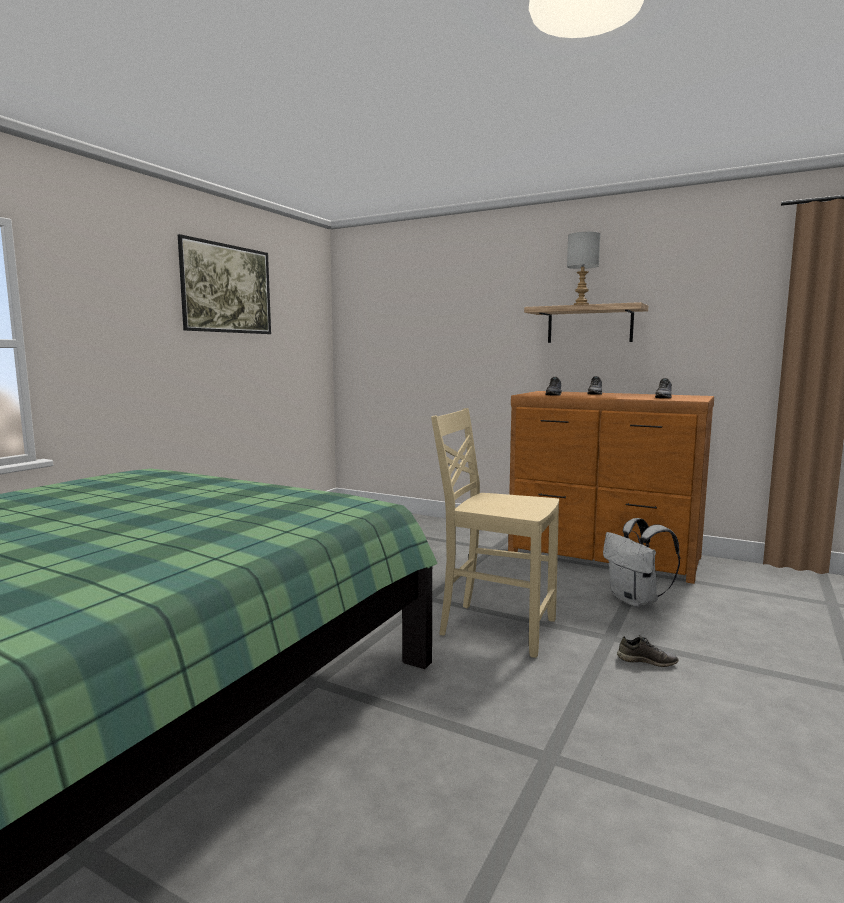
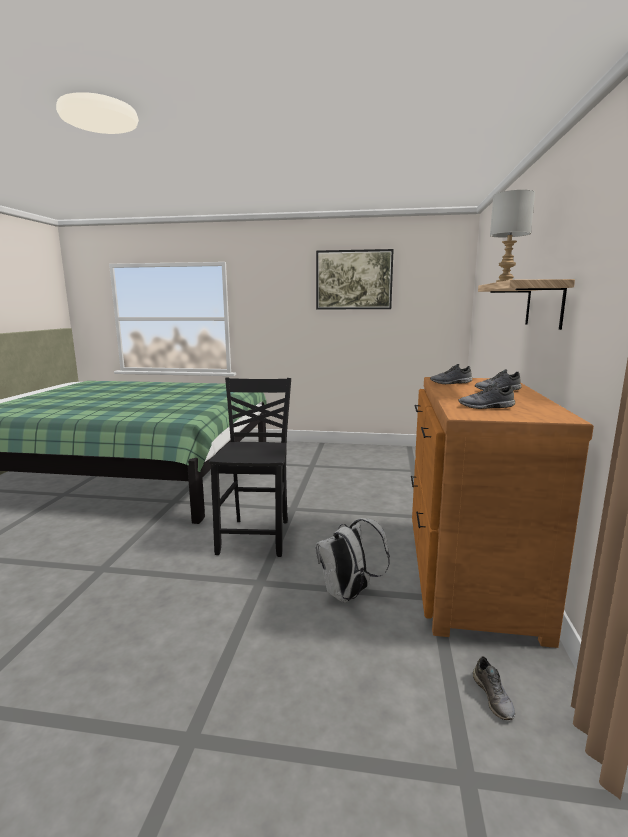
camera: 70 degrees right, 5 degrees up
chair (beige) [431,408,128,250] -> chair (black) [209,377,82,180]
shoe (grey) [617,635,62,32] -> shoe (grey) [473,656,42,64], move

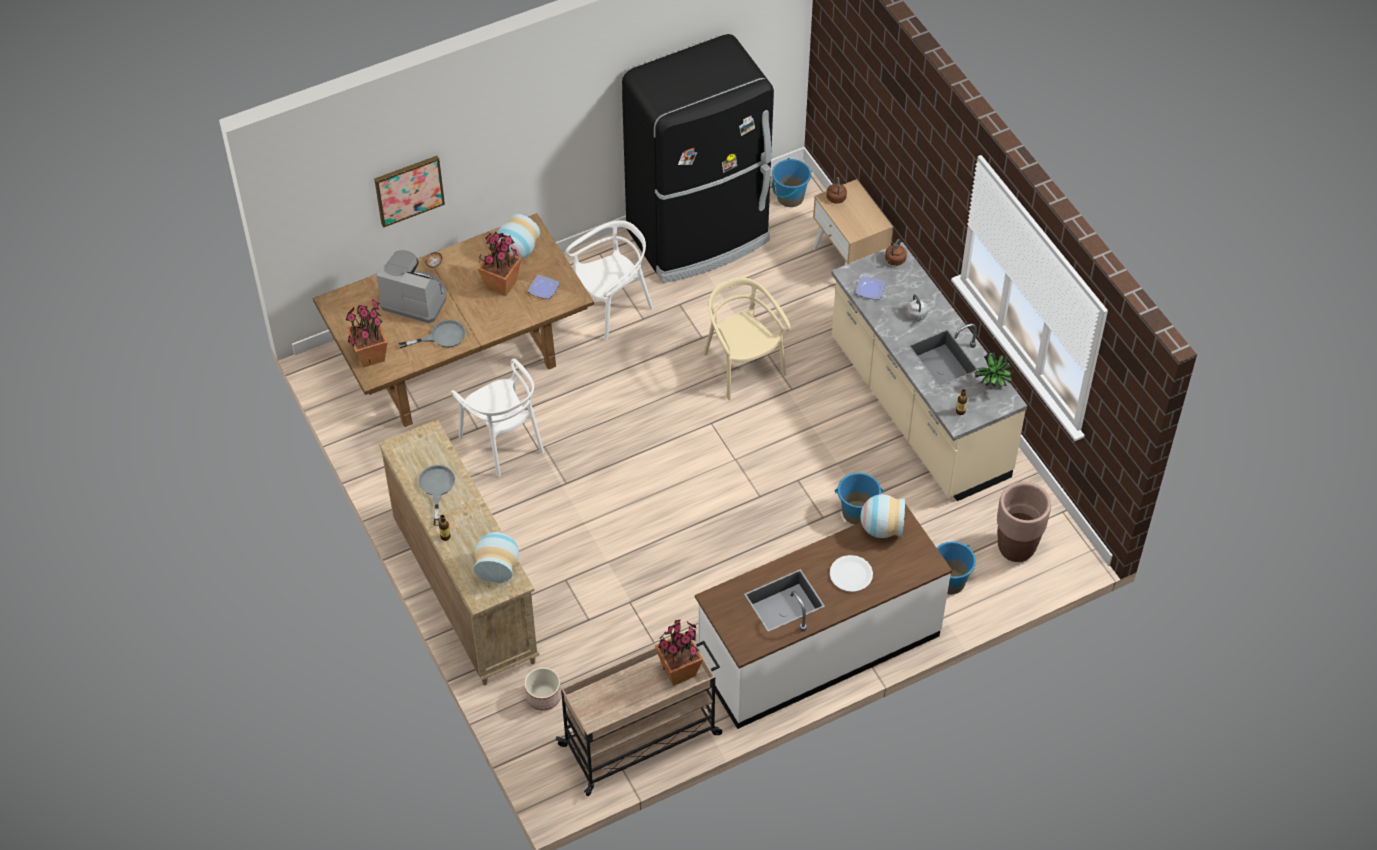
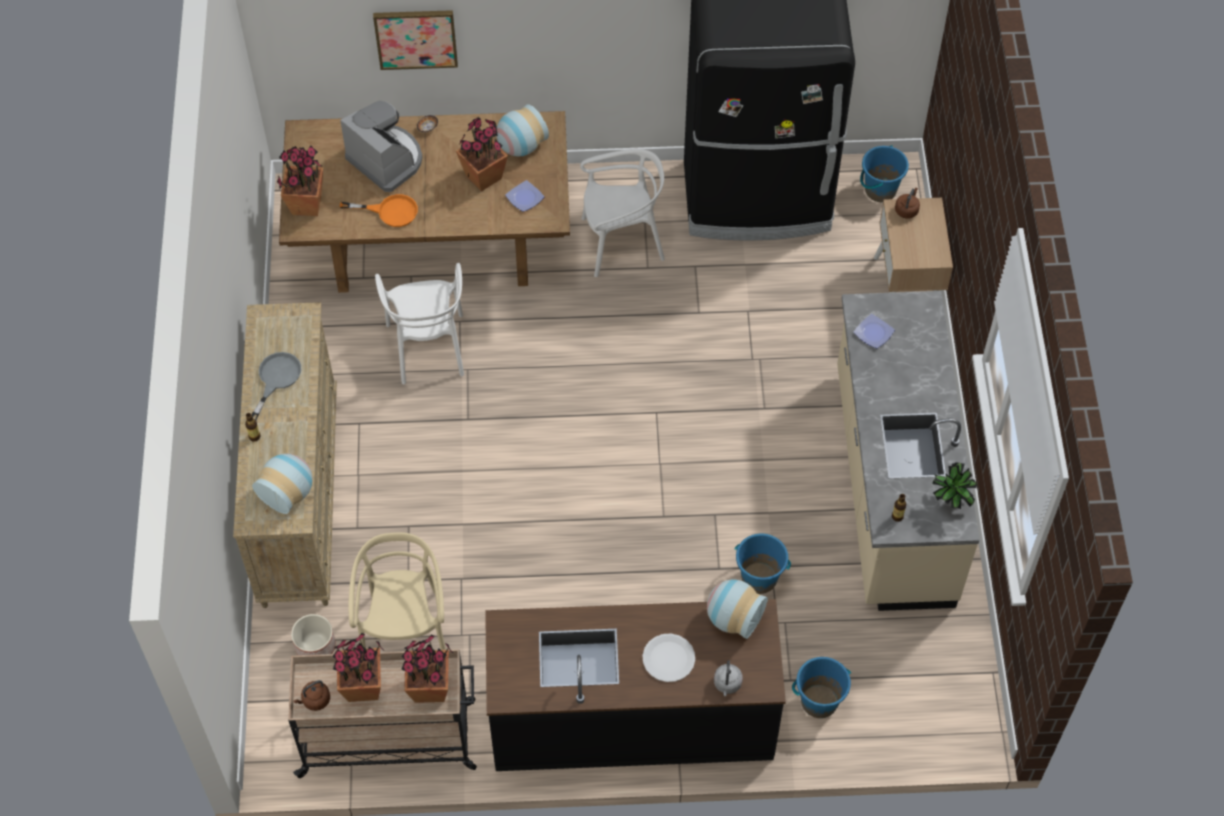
camera: 25 degrees right, 5 degrees up
frying pan (grey) [398,320,68,28] -> frying pan (orange) [340,194,78,33]
counter (white) [695,504,257,225] -> counter (black) [485,599,301,172]
chair (beige) [704,277,86,123] -> chair (beige) [348,532,98,118], move
kettle (brown) [885,239,22,27] -> kettle (brown) [294,680,36,31], move
kettle (grey) [906,294,22,27] -> kettle (grey) [714,660,29,36], move
planter (brown) [997,482,54,80] -> none
none -> potted plant [332,633,53,69]

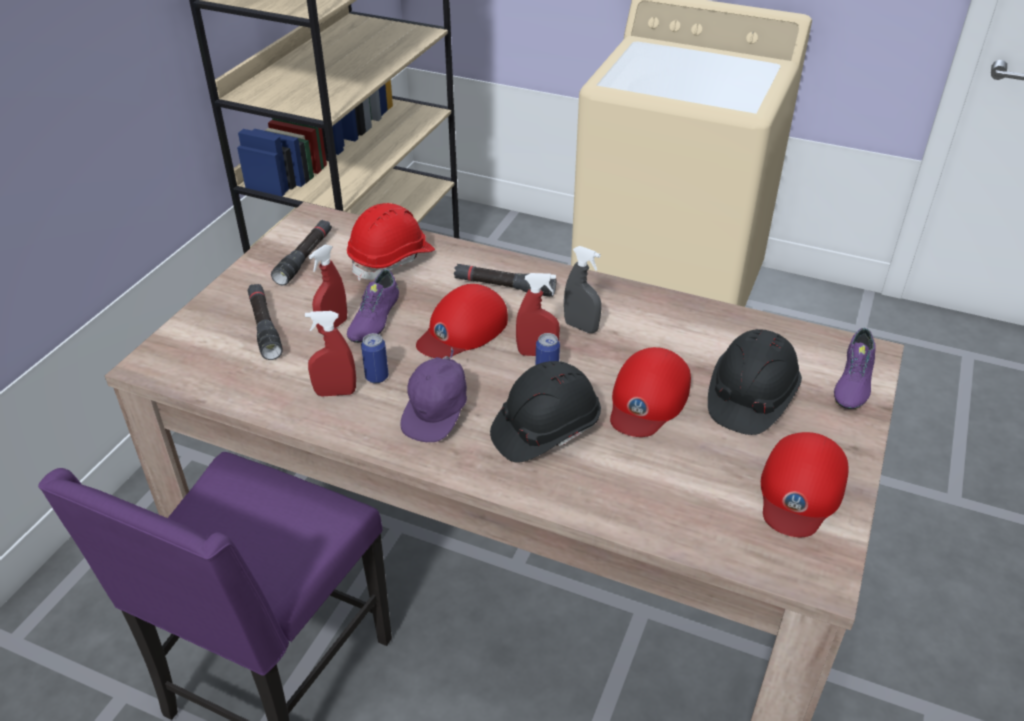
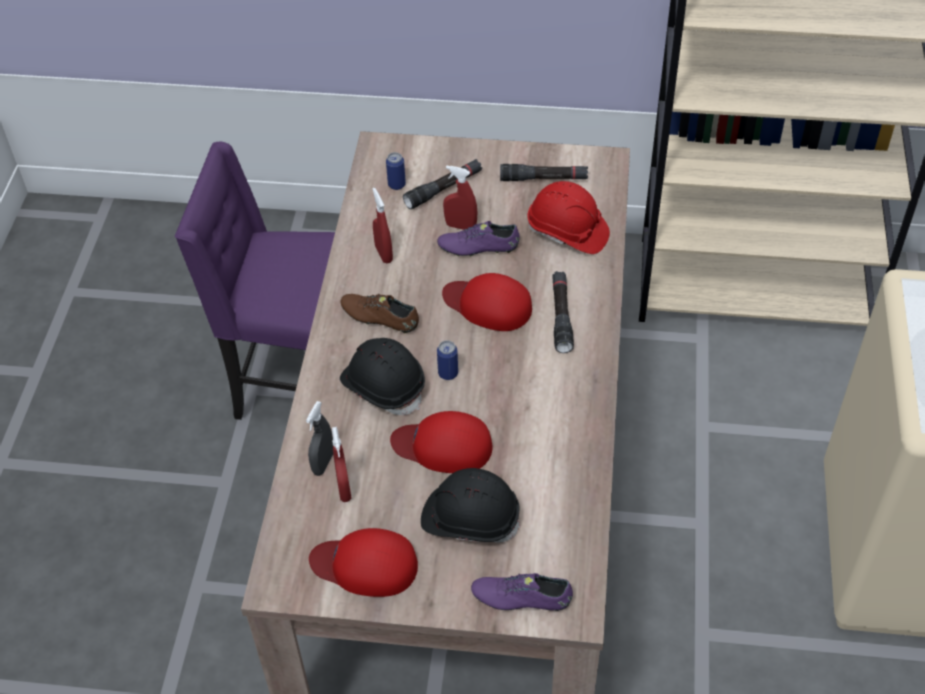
camera: 75 degrees right, 10 degrees up
can [361,333,28,50] -> can [386,152,20,38], move
cap (purple) [400,347,67,95] -> shoe (brown) [340,294,79,39]
spray bottle (red) [516,273,44,83] -> spray bottle (red) [332,427,19,75], move
spray bottle (grey) [564,246,37,87] -> spray bottle (grey) [306,401,27,75], move

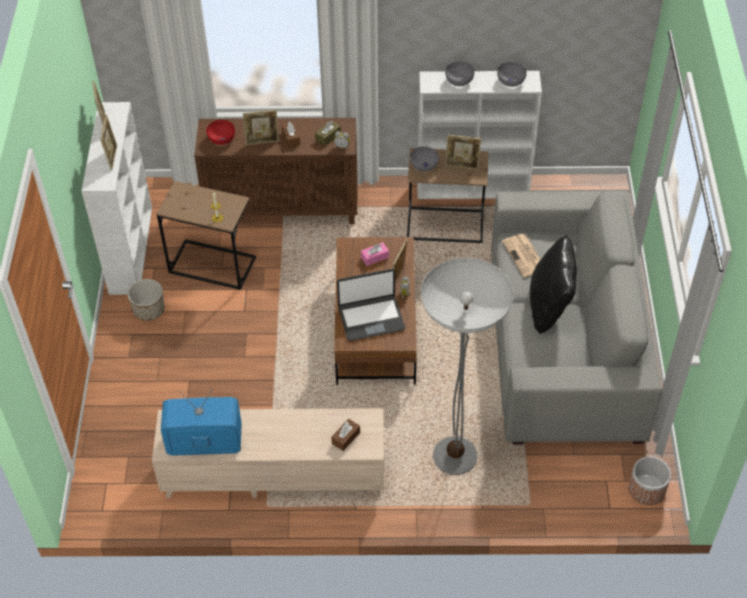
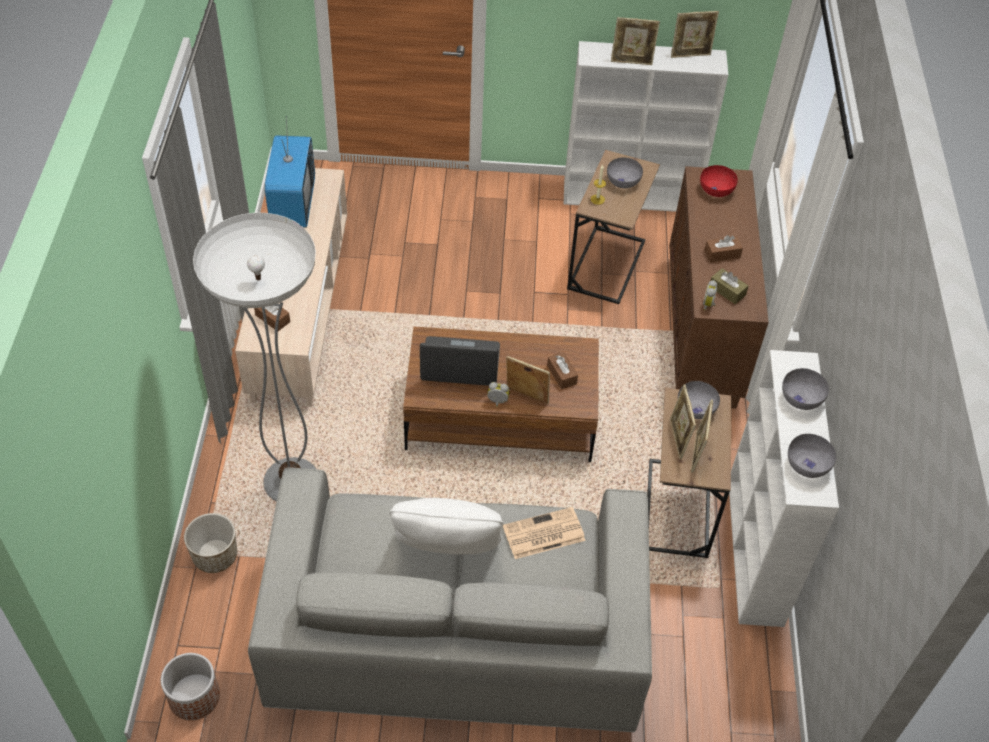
camera: 90 degrees right, 0 degrees up
planter [128,279,37,42] -> planter [184,513,53,60], move
picture frame [243,110,36,35] -> picture frame [670,384,26,75], move
laptop [337,269,68,72] -> laptop [420,336,80,50], 105 degrees clockwise
tissue box (pink) [361,242,28,24] -> tissue box (brown) [547,352,31,37]
pillow (black) [530,235,47,99] -> pillow (white) [389,498,115,56]
none -> bowl (grey) [607,158,36,30]

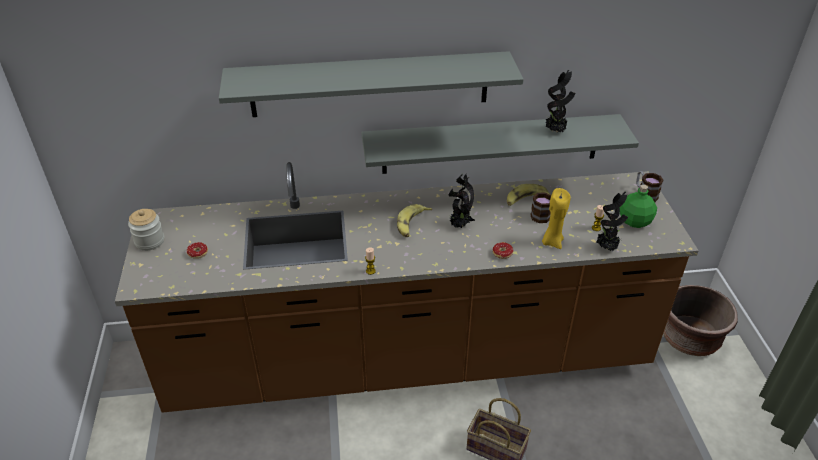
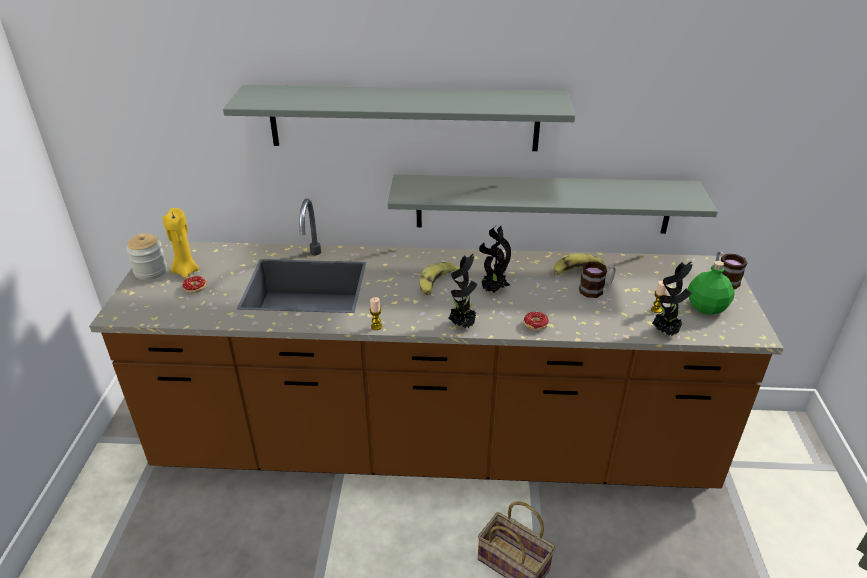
camera: 10 degrees right, 5 degrees down
candle (yellow) [542,188,29,61] -> candle (yellow) [162,208,37,70], move
potted plant [546,70,30,63] -> potted plant [448,253,30,76], move
planter (brown) [663,285,75,71] -> none

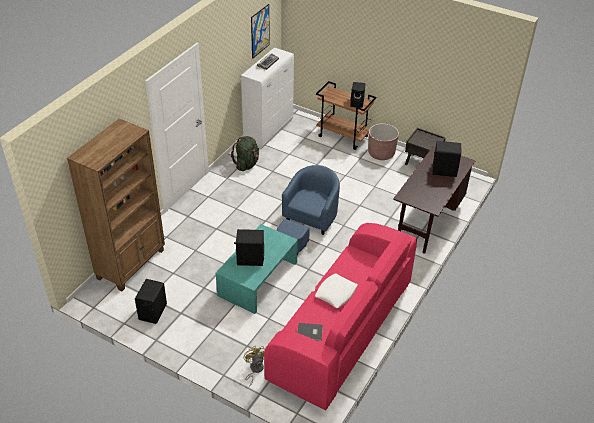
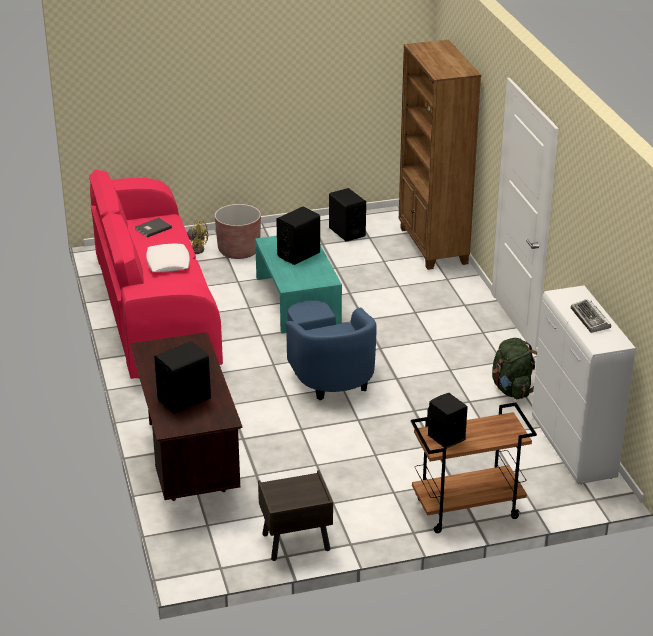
camera: 135 degrees right, 10 degrees down
picture [251,4,19,55] -> none
planter (brown) [368,123,31,37] -> planter (brown) [215,204,46,55], move

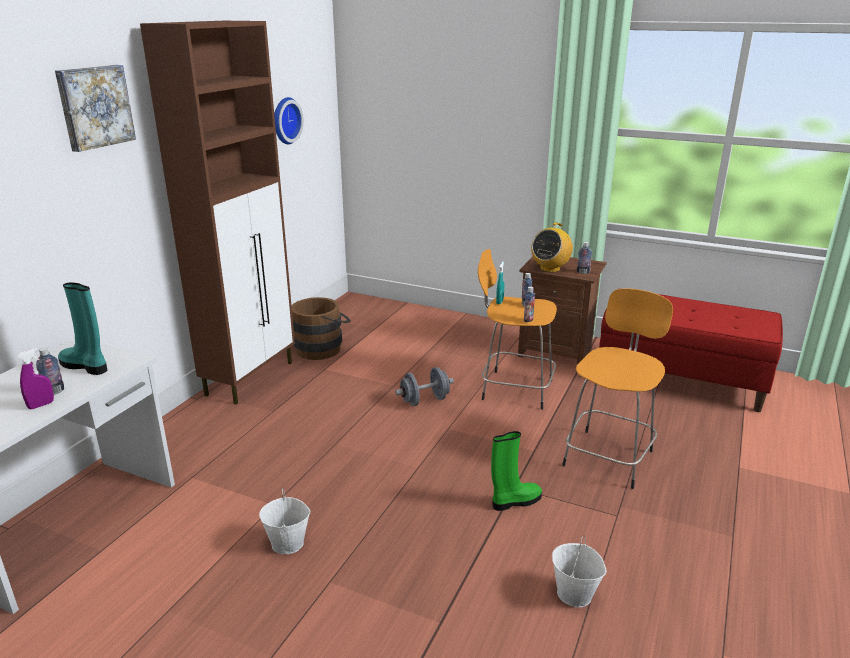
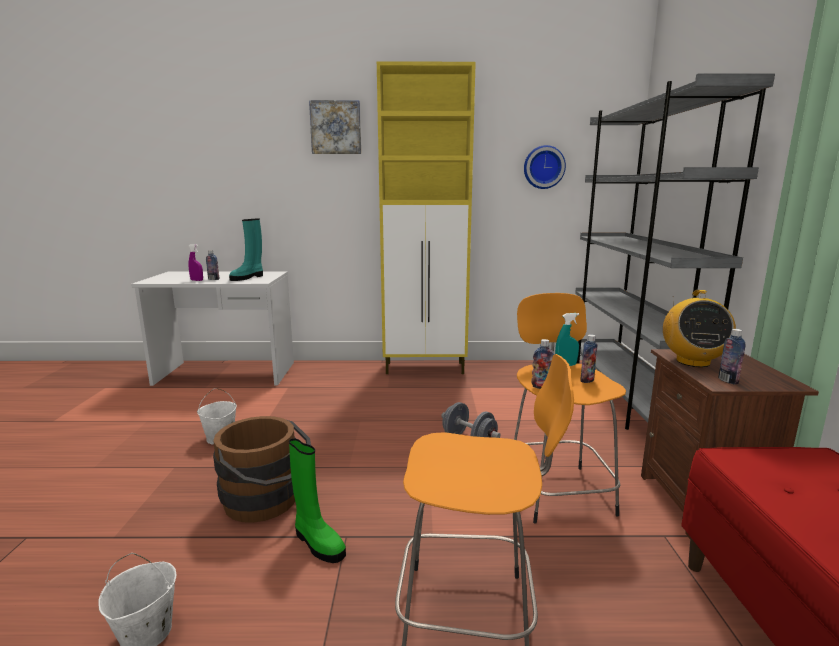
camera: 65 degrees right, 10 degrees down
boot (turquoise) [58,282,49,93] -> boot (turquoise) [229,218,34,63], 150 degrees counterclockwise
cabinet (brown) [140,21,155,384] -> cabinet (yellow) [377,62,99,312]
bucket (brown) [292,297,58,63] -> bucket (brown) [213,416,98,107], move
radio [531,222,42,51] -> radio [663,290,73,77], 90 degrees counterclockwise
none -> bookcase (grey) [575,74,200,356]

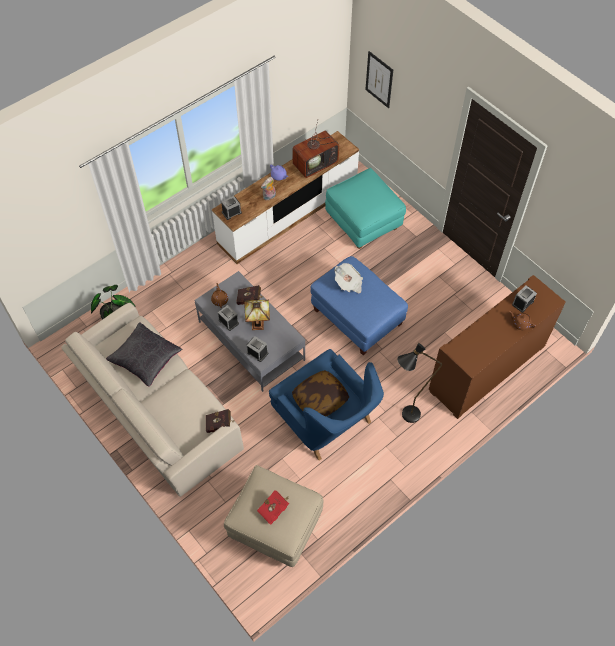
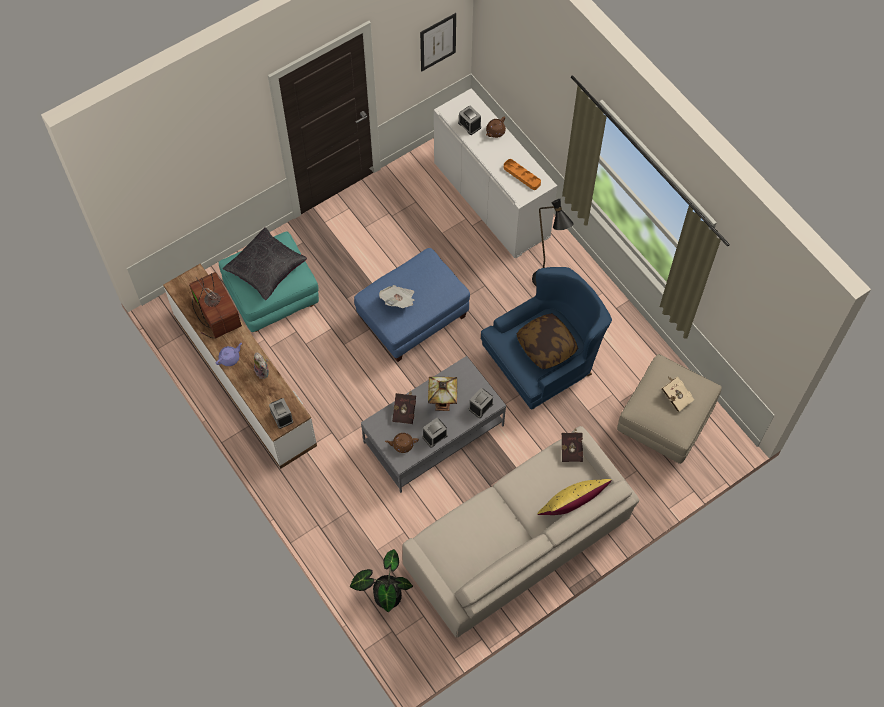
camera: 85 degrees left, 5 degrees up
pillow (black) [106,322,76,65] -> pillow (black) [223,227,84,73], move
book (red) [257,491,32,34] -> book (beige) [661,377,33,35]
picture [365,51,28,57] -> picture [420,13,36,58], move
cabinet (brown) [429,275,137,144] -> cabinet (white) [434,88,123,170]
none -> tray (orange) [504,159,37,31]
none -> pillow (yellow) [537,479,75,36]

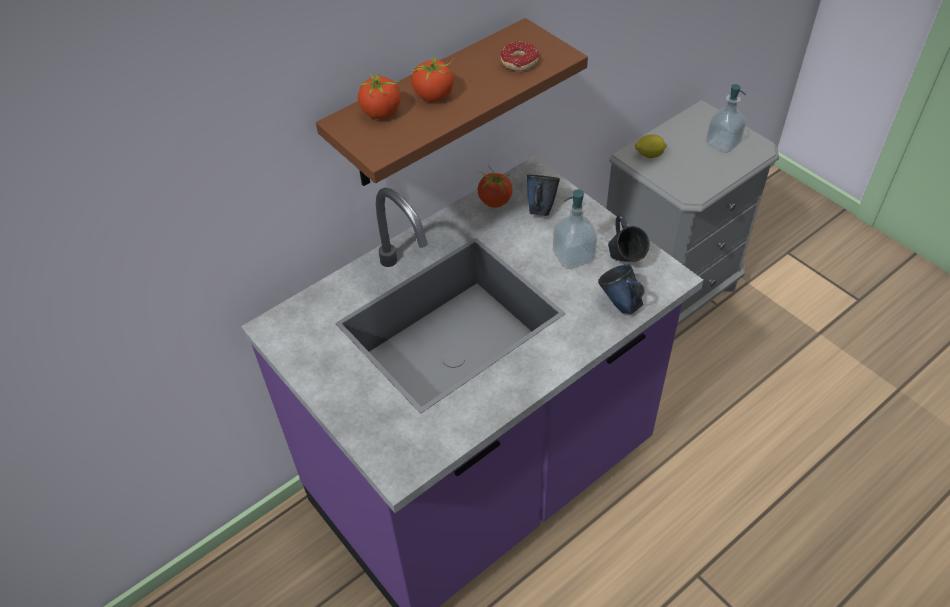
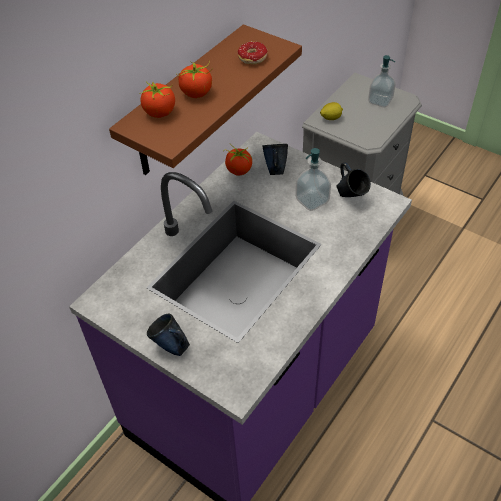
camera: 15 degrees left, 0 degrees up
mug (blue) [598,264,46,50] -> mug (blue) [147,314,43,42], move

